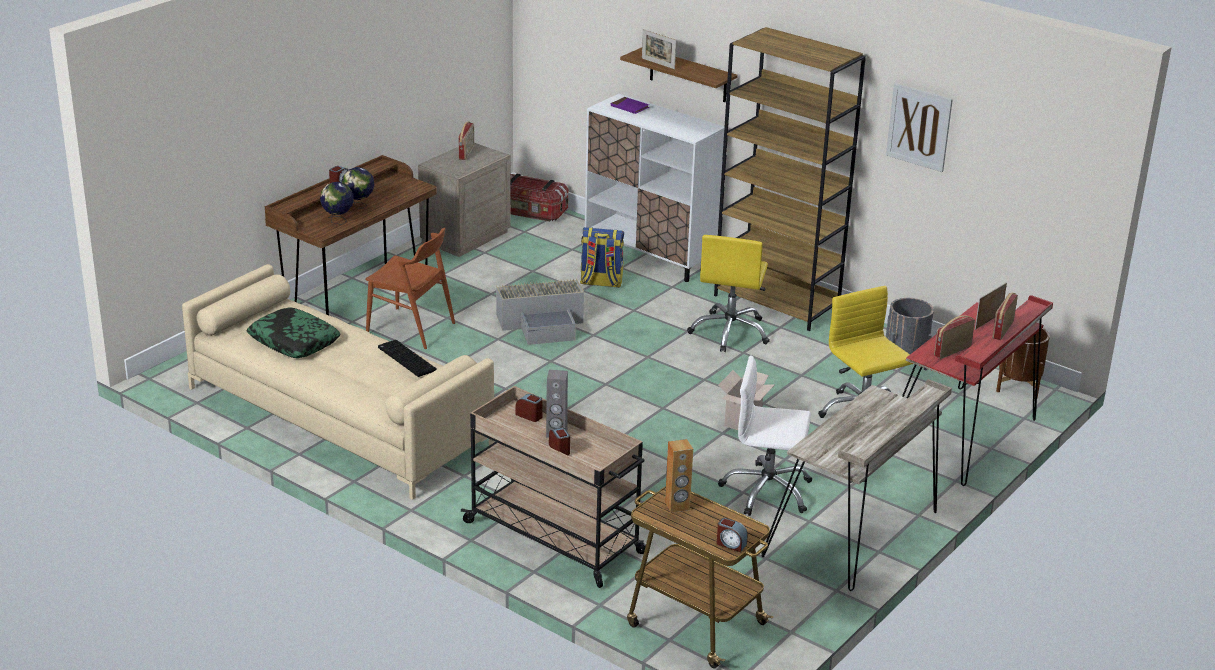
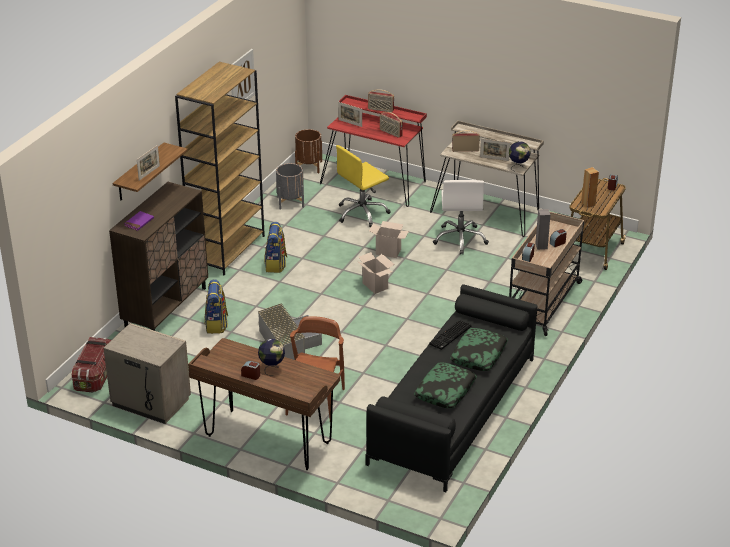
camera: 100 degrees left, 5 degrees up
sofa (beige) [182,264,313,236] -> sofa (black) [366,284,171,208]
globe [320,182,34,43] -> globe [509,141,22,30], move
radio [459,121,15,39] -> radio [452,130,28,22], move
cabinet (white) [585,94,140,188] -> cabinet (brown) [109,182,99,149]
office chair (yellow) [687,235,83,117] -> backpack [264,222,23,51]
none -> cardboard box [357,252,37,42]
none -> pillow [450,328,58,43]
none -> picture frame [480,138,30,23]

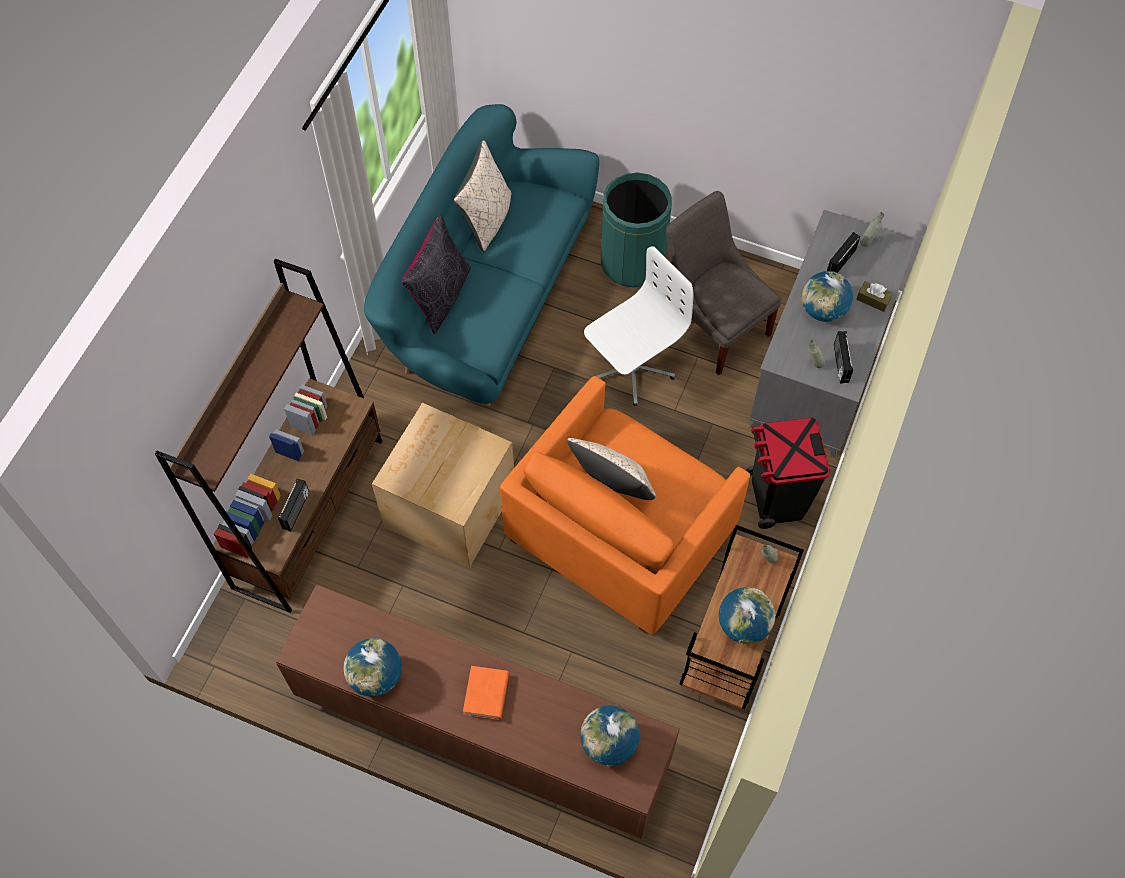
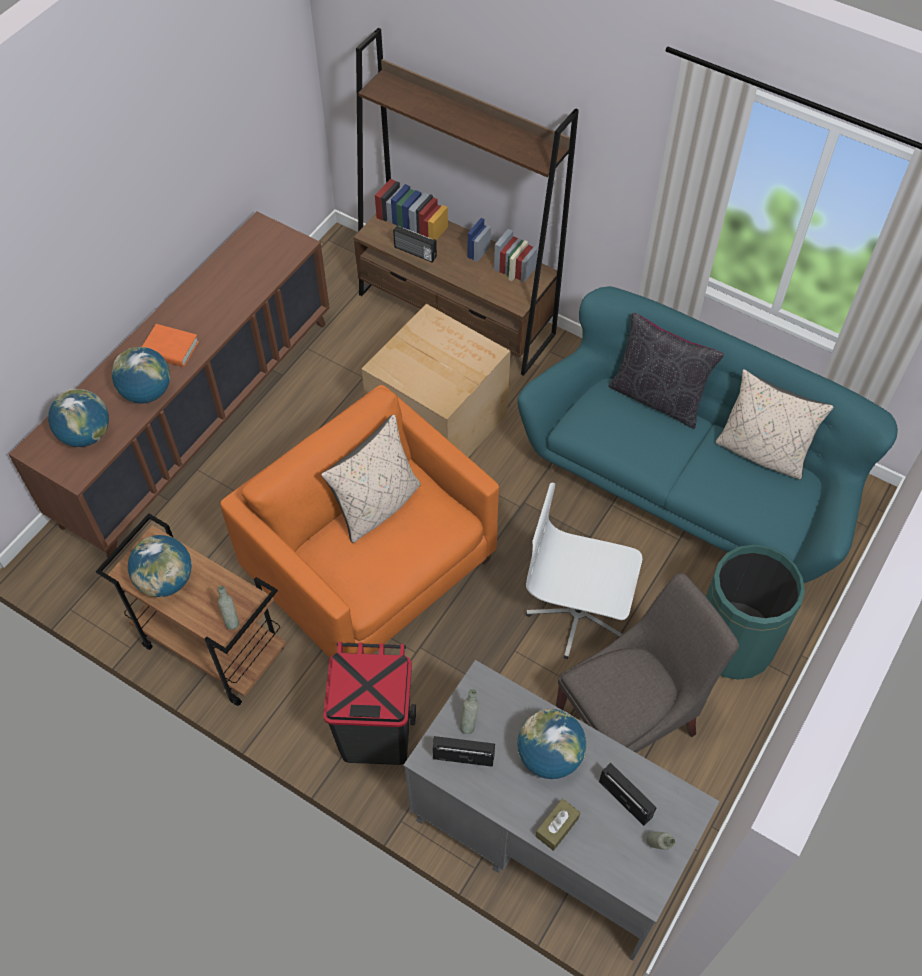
camera: 100 degrees right, 5 degrees down
globe [343,638,59,59] -> globe [112,347,59,56], move
office chair (white) [584,246,110,160] -> office chair (white) [526,483,116,176], 135 degrees clockwise

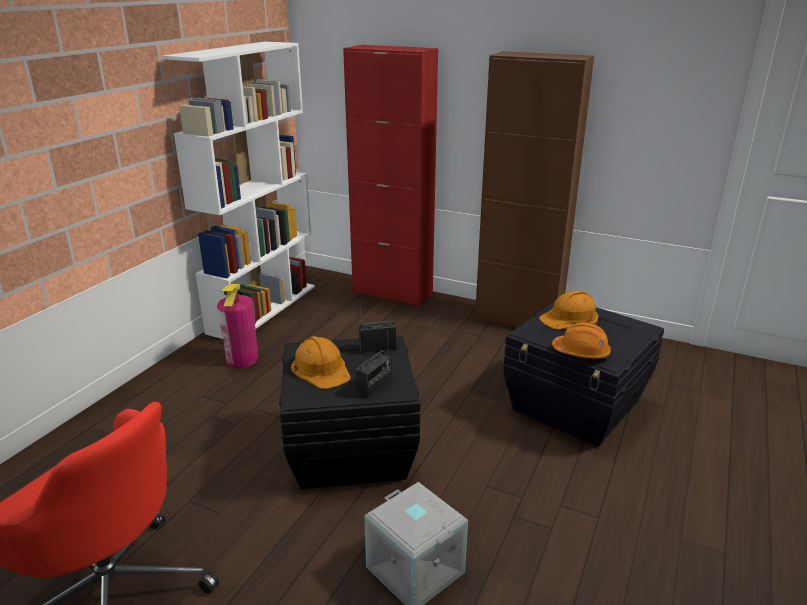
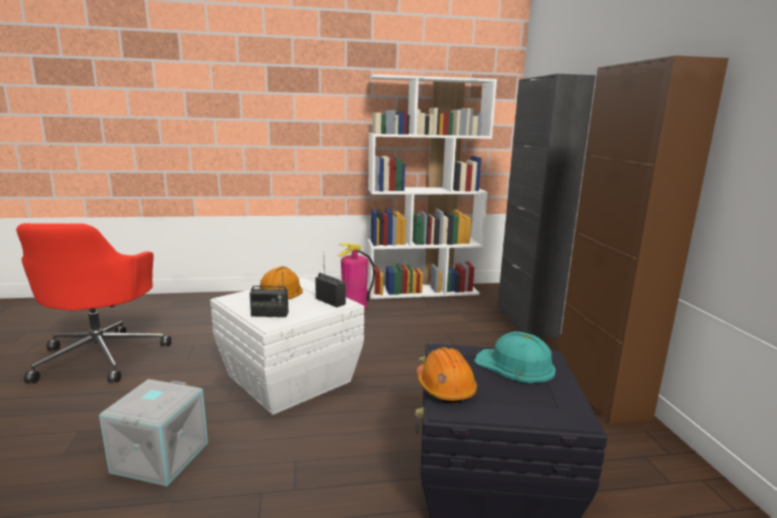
camera: 55 degrees right, 10 degrees down
storage box (black) [279,336,142,153] -> storage box (white) [210,277,154,138]
cabinet (red) [343,45,95,262] -> cabinet (black) [497,74,99,264]
hard hat (orange) [539,291,59,39] -> hard hat (turquoise) [474,331,82,52]

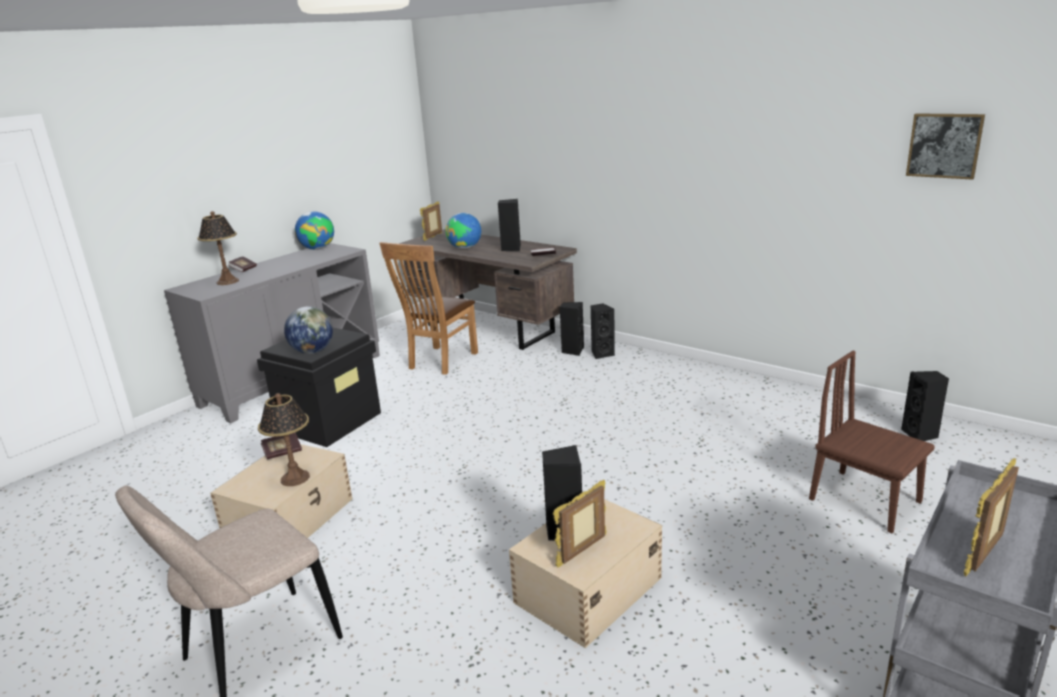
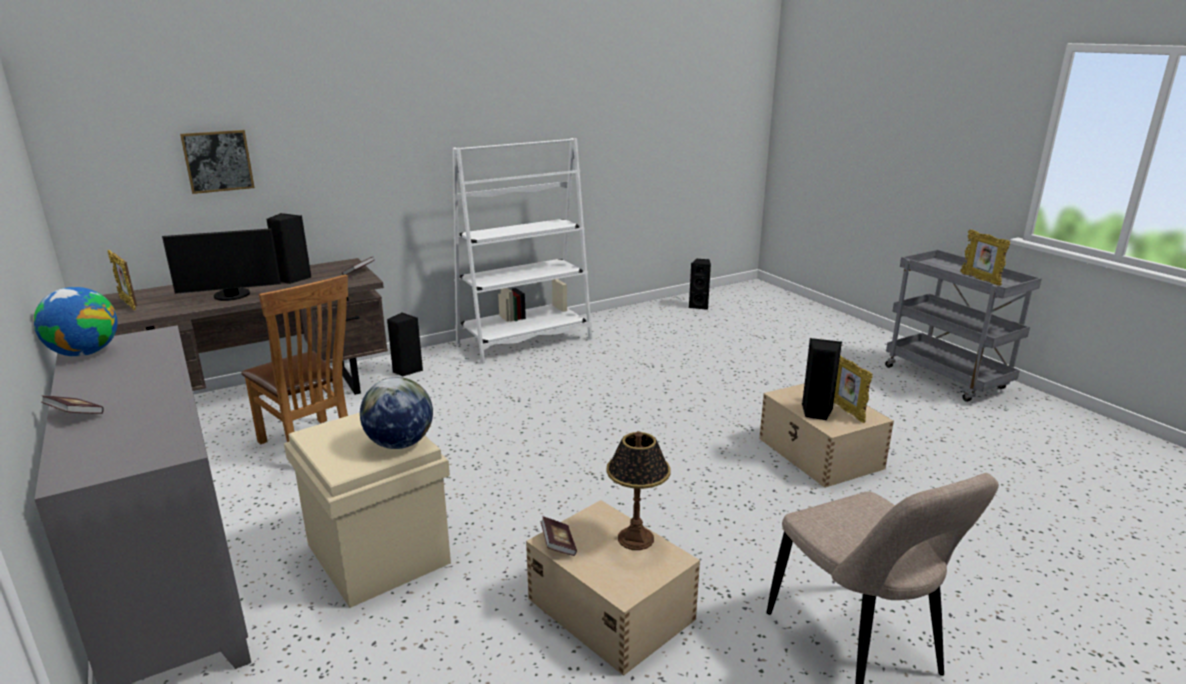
camera: 70 degrees left, 0 degrees up
table lamp [197,211,42,74] -> none
storage box (black) [257,328,124,119] -> storage box (beige) [284,412,167,196]
globe [446,213,35,36] -> monitor [162,228,119,73]
speaker (black) [591,303,24,56] -> none
chair (brown) [809,351,126,182] -> none
picture [906,113,79,67] -> picture [180,130,75,64], move
none -> bookcase (white) [453,138,139,225]

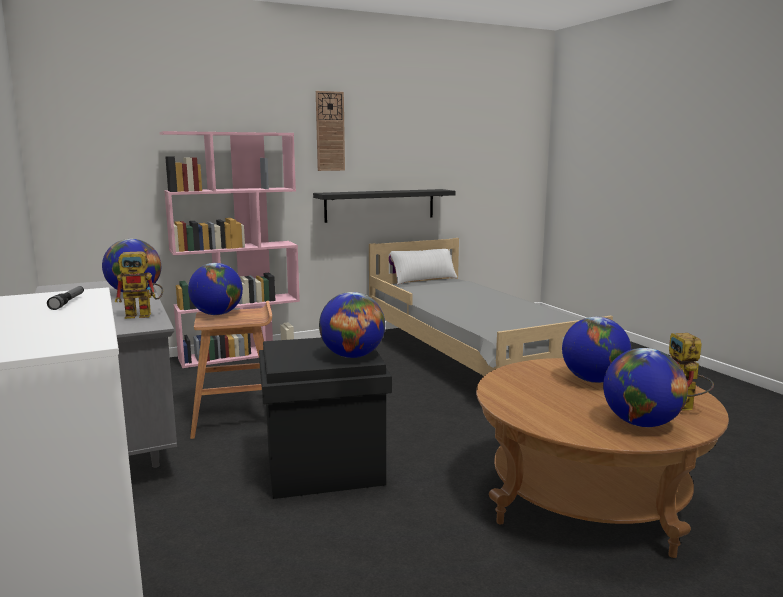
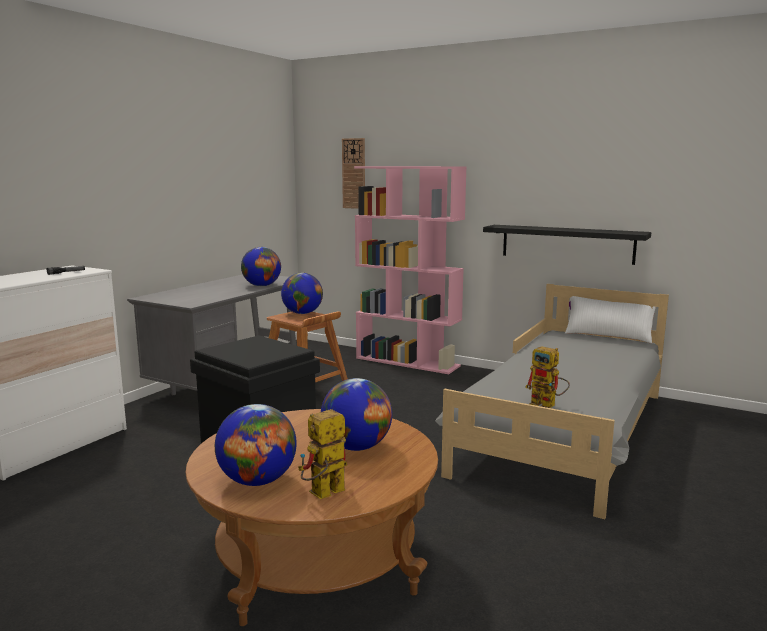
camera: 55 degrees right, 0 degrees up
toy robot [115,249,48,70] -> toy robot [525,346,45,62], move
wall clock [316,91,29,80] -> wall clock [342,138,23,71], move
globe [319,292,66,66] -> none

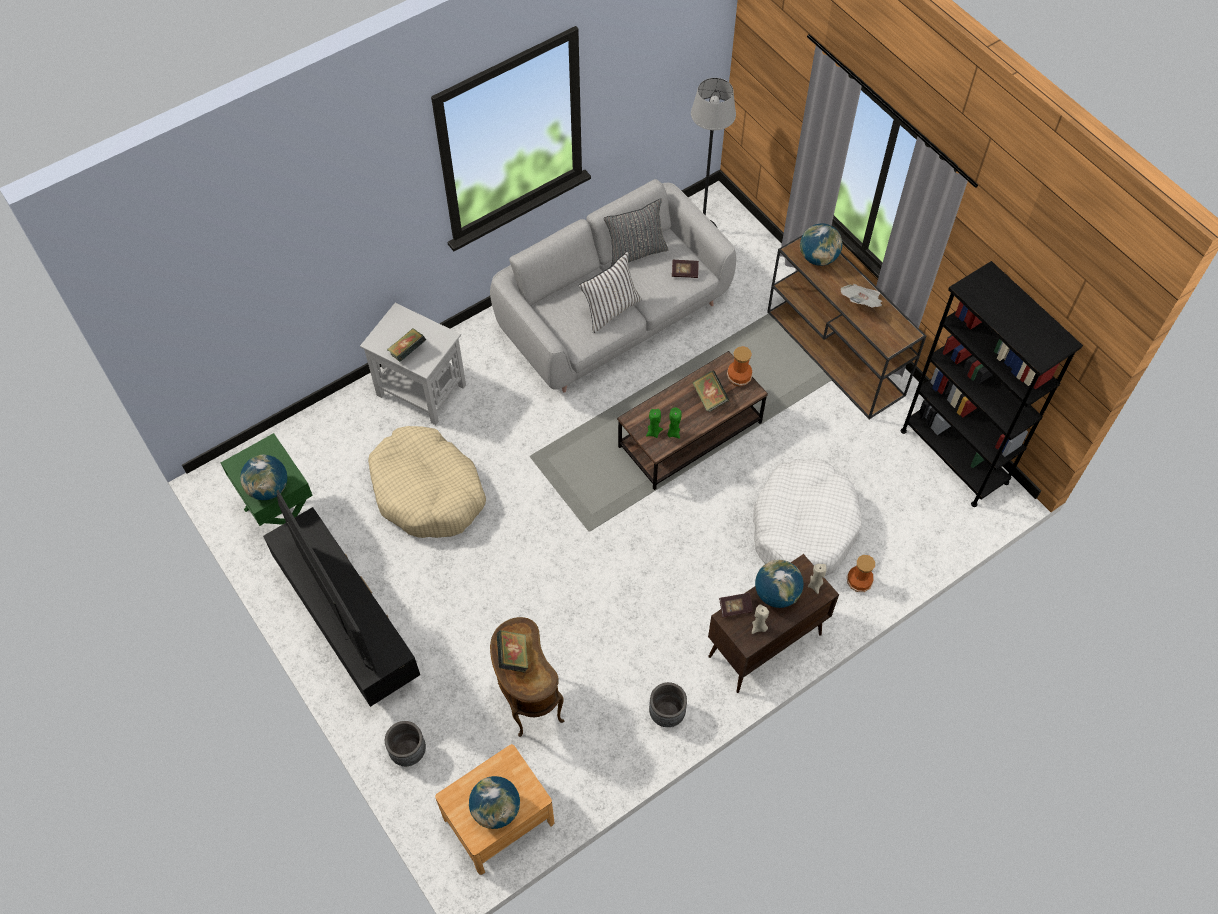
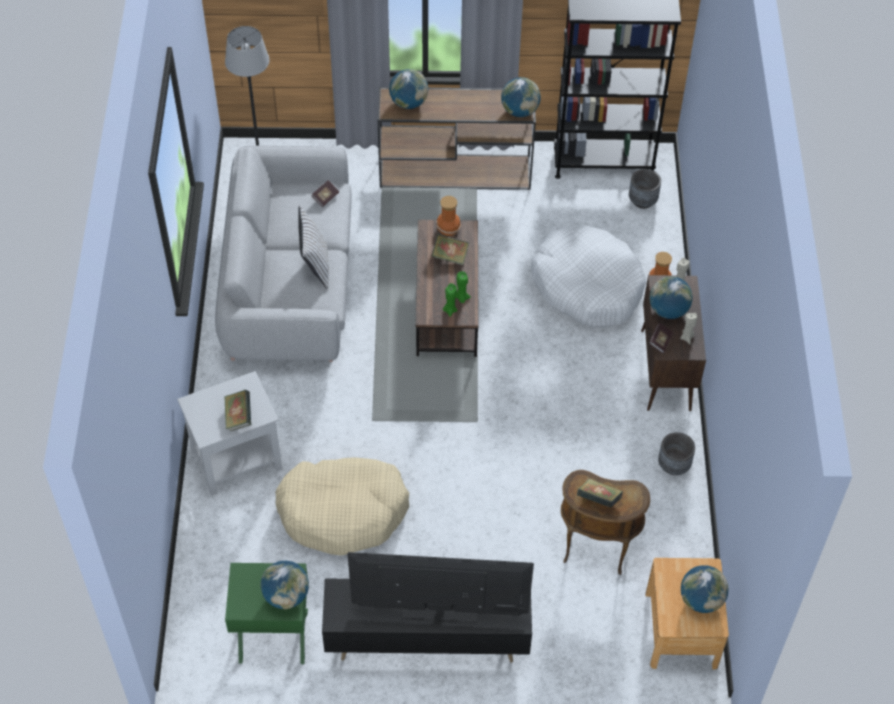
camera: 55 degrees left, 5 degrees down
planter (grey) [385,721,41,45] -> planter (grey) [629,169,32,40], move
pillow (grey) [603,199,65,67] -> none
newspaper [841,284,41,24] -> none
none -> globe [501,77,40,40]

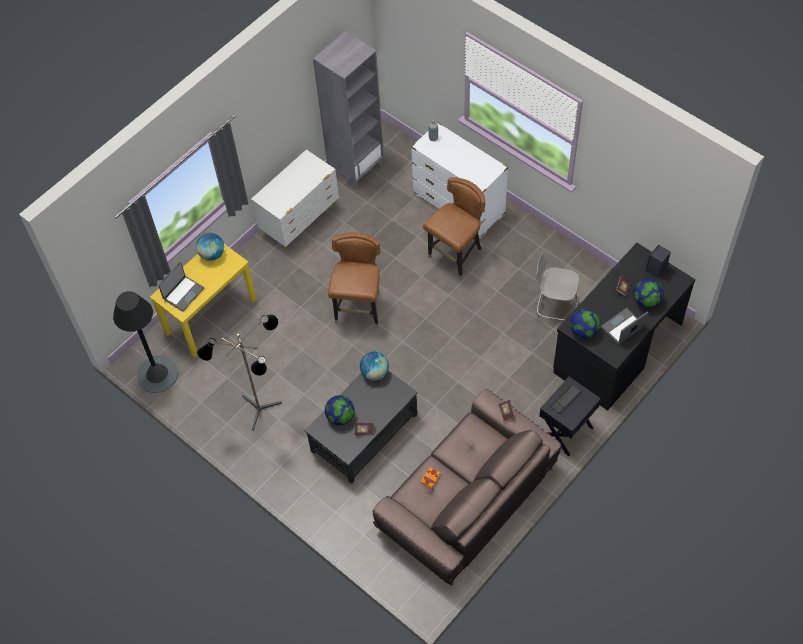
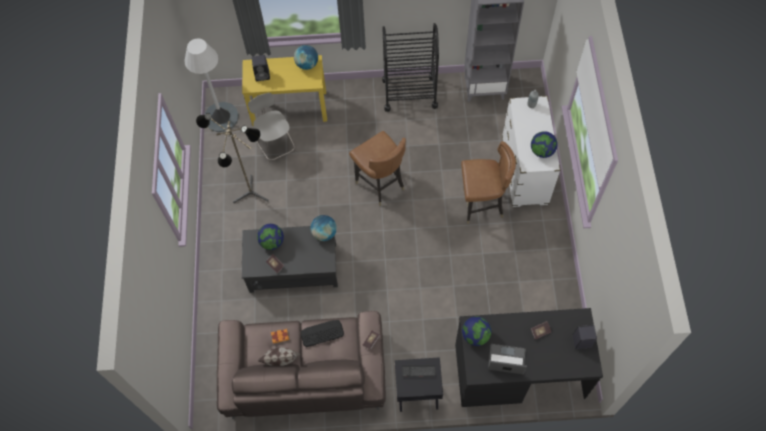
camera: 45 degrees right, 5 degrees up
floor lamp (black) [113,291,66,102] -> floor lamp (white) [185,38,54,94]
laptop [158,262,46,50] -> speaker (black) [252,55,18,26]
dresser (white) [251,149,88,101] -> cart (black) [382,23,57,89]
chair (brown) [328,232,53,95] -> chair (brown) [349,131,57,75], 90 degrees clockwise
chair (grey) [536,252,43,69] -> chair (grey) [248,93,49,73], move
globe [634,278,30,30] -> globe [531,131,27,27], move
none -> pillow [258,347,42,19]
none -> keyboard [301,320,43,27]

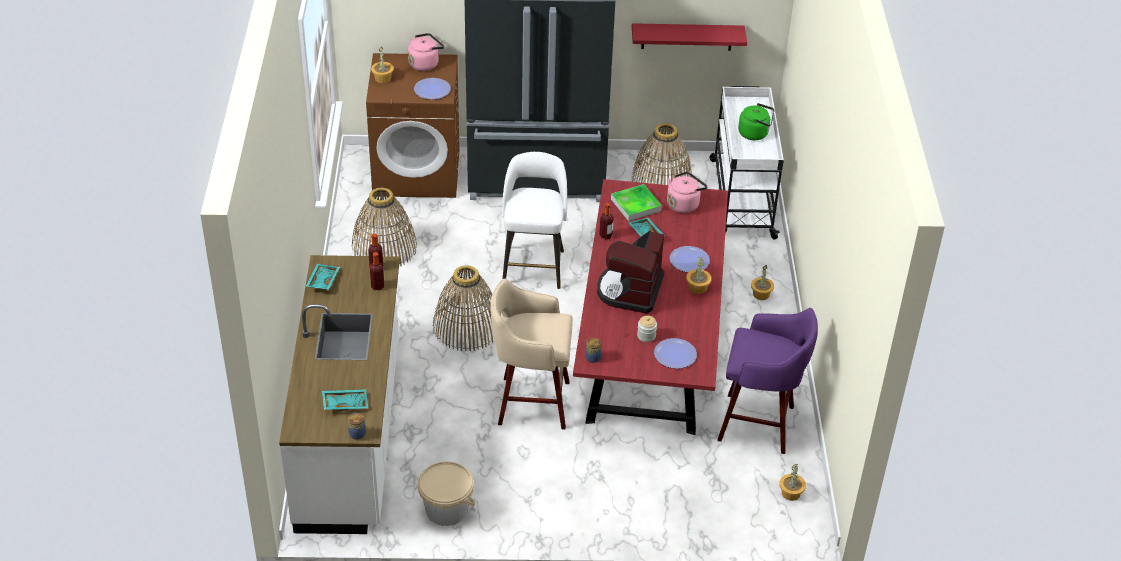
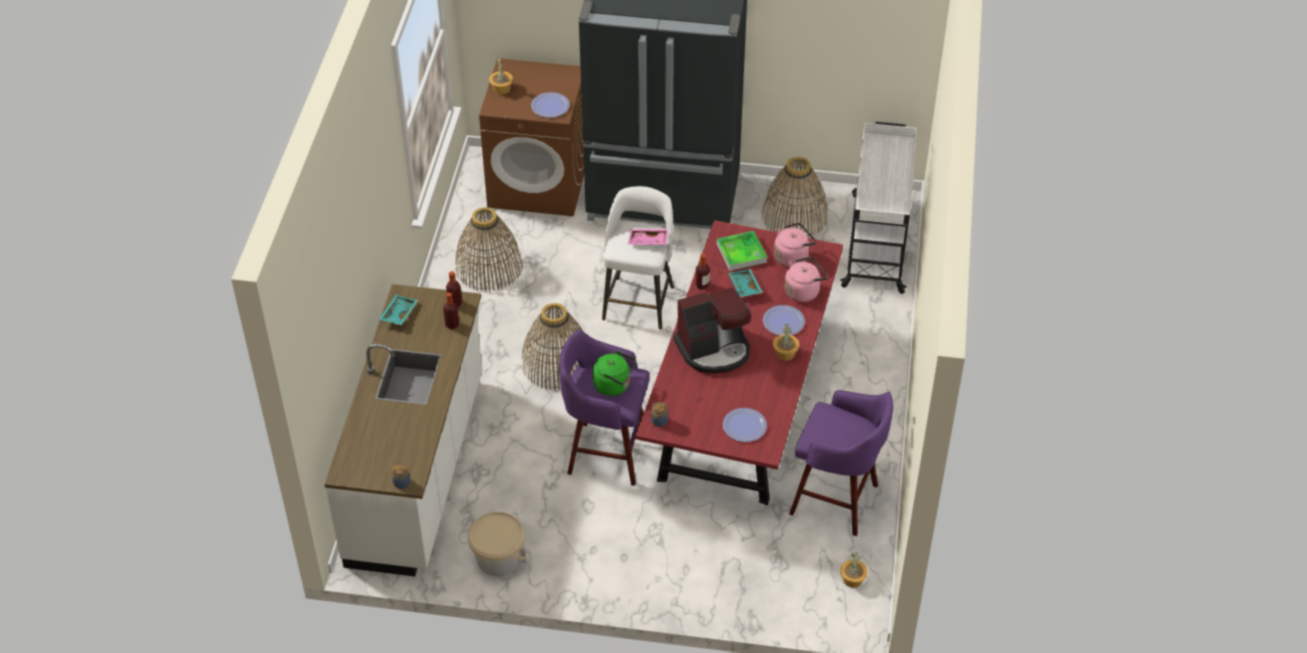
camera: 10 degrees right, 5 degrees up
tray (turquoise) [322,389,47,22] -> none
kettle (pink) [408,33,36,38] -> kettle (pink) [785,257,43,45], move
stool (beige) [490,279,83,150] -> stool (purple) [559,330,91,156]
coffee machine [597,231,67,82] -> coffee machine [674,287,77,87], 135 degrees counterclockwise
shelf (red) [632,23,115,28] -> none
jar [637,316,20,26] -> none
kettle (green) [738,103,36,37] -> kettle (green) [593,351,43,45], move
potted plant [751,265,23,35] -> none
none -> tray (pink) [628,229,40,16]

